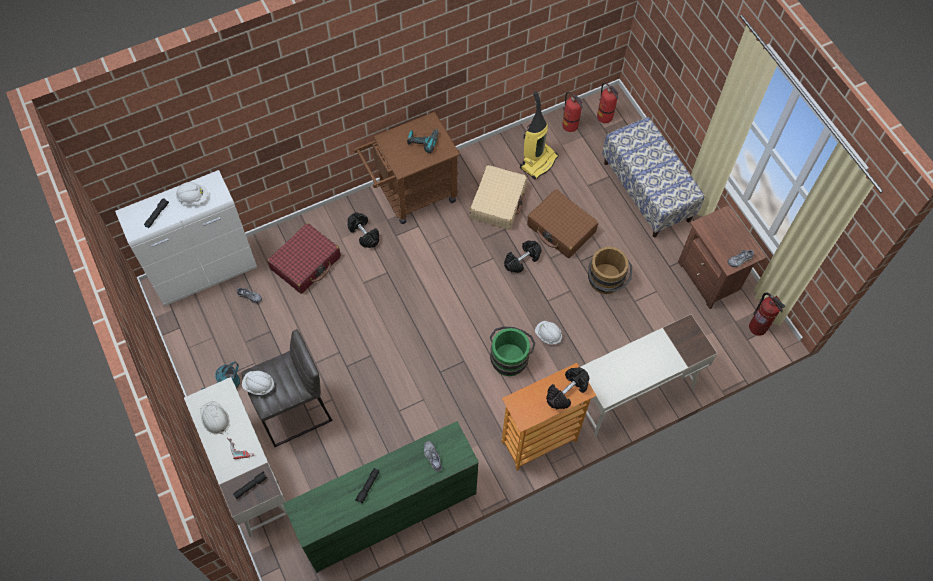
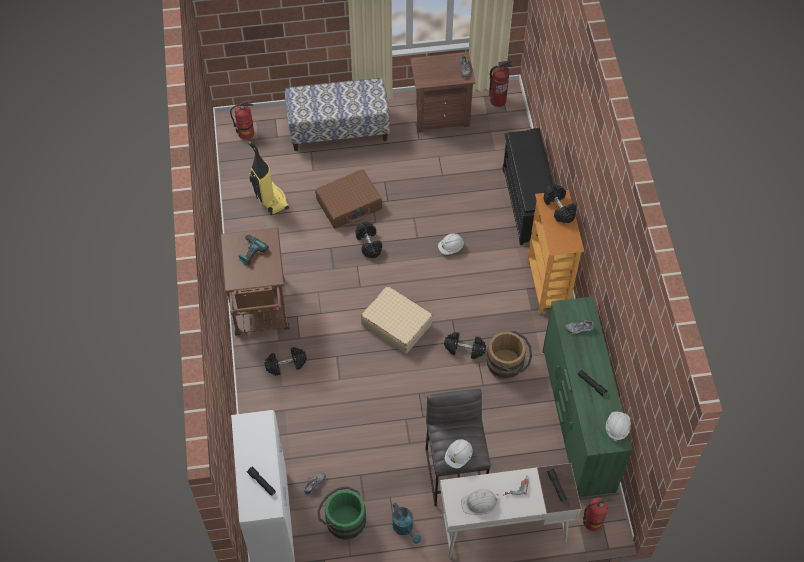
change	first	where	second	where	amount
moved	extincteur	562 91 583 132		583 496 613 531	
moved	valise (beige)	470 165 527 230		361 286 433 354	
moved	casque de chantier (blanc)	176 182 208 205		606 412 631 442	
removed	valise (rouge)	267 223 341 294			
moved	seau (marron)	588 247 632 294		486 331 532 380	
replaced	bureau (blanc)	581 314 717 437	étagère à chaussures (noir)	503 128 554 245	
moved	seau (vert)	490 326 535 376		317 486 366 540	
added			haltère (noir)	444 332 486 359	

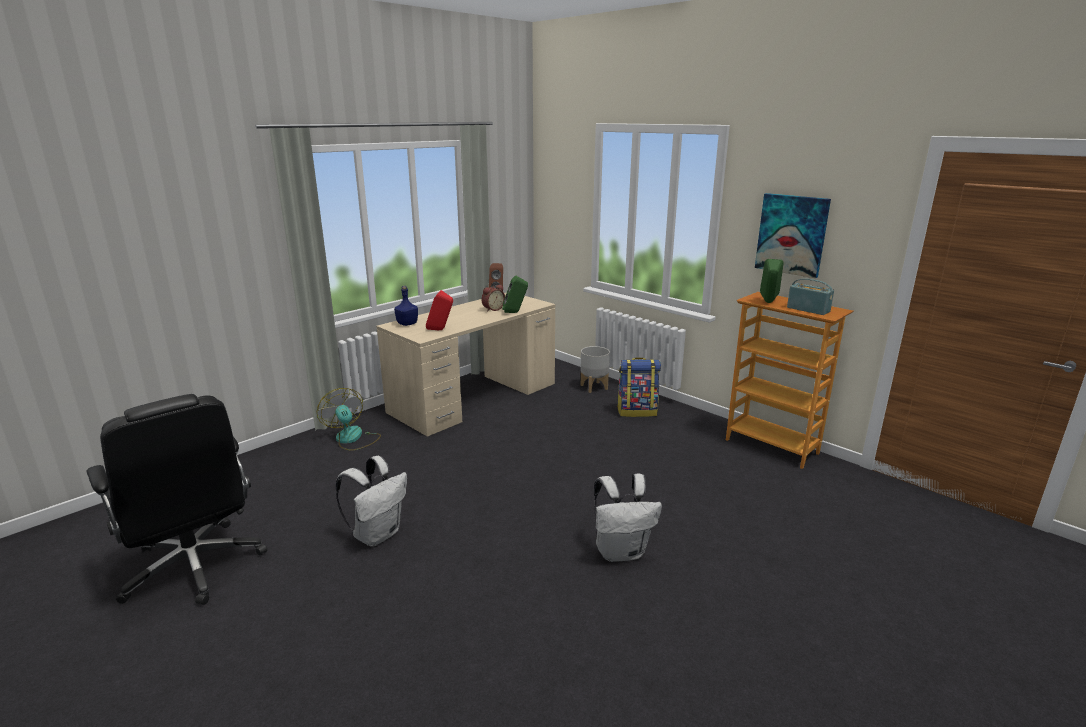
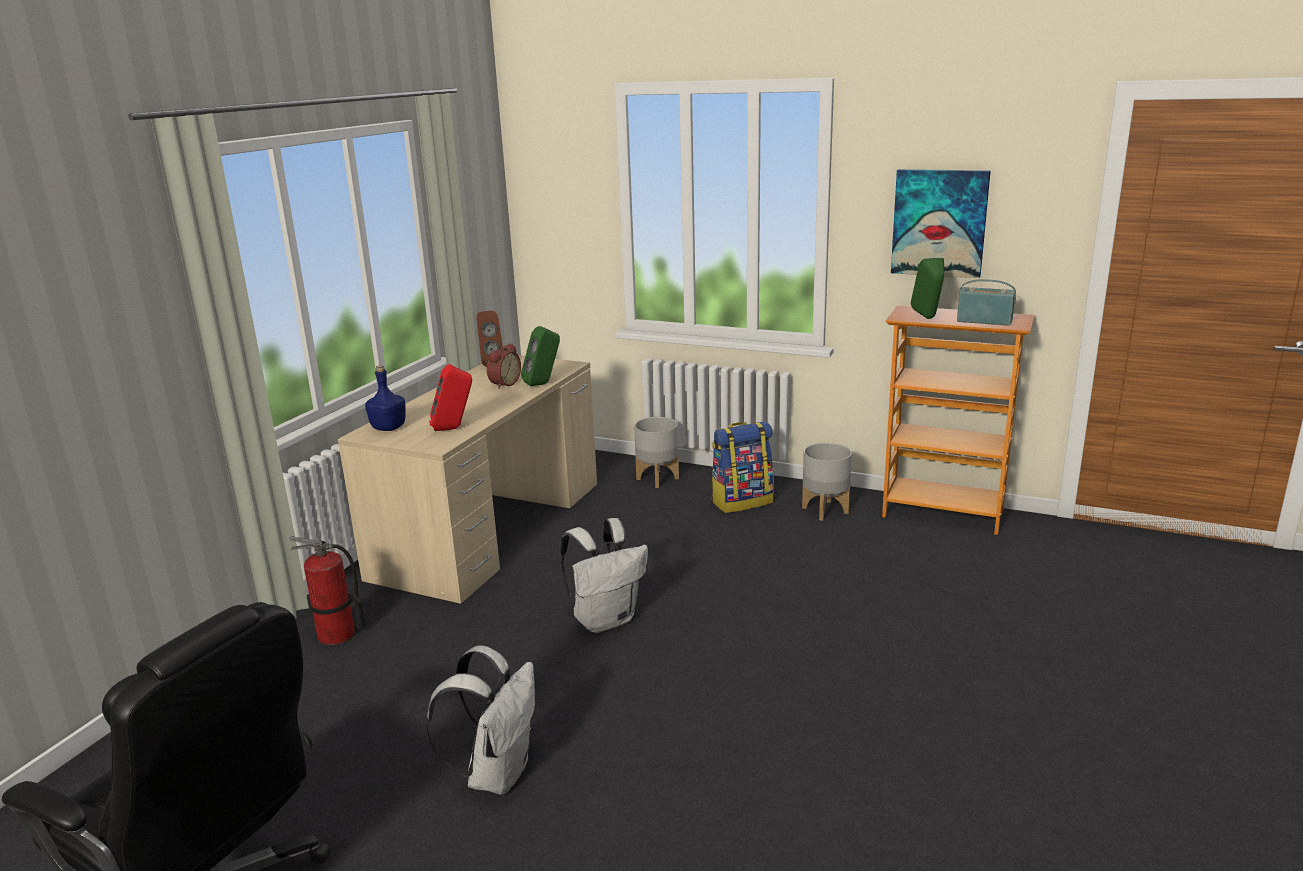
change	first	where	second	where	amount
replaced	ventilateur	317 388 381 451	extincteur	290 536 366 645	
moved	sac à dos (blanc)	594 473 662 562		560 518 648 633	
added			cache-pot (gris)	802 443 852 521	

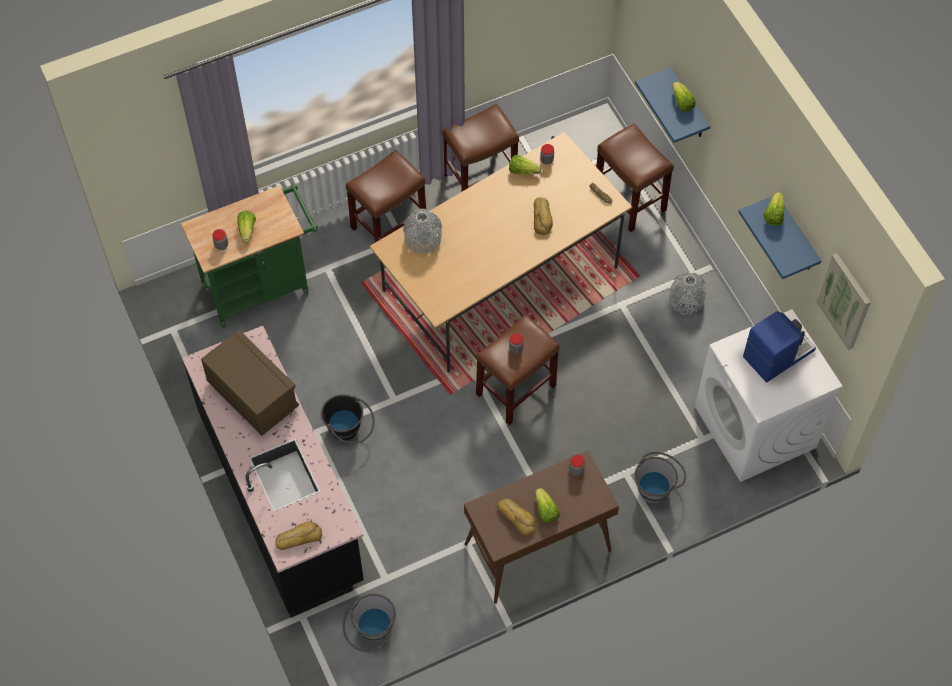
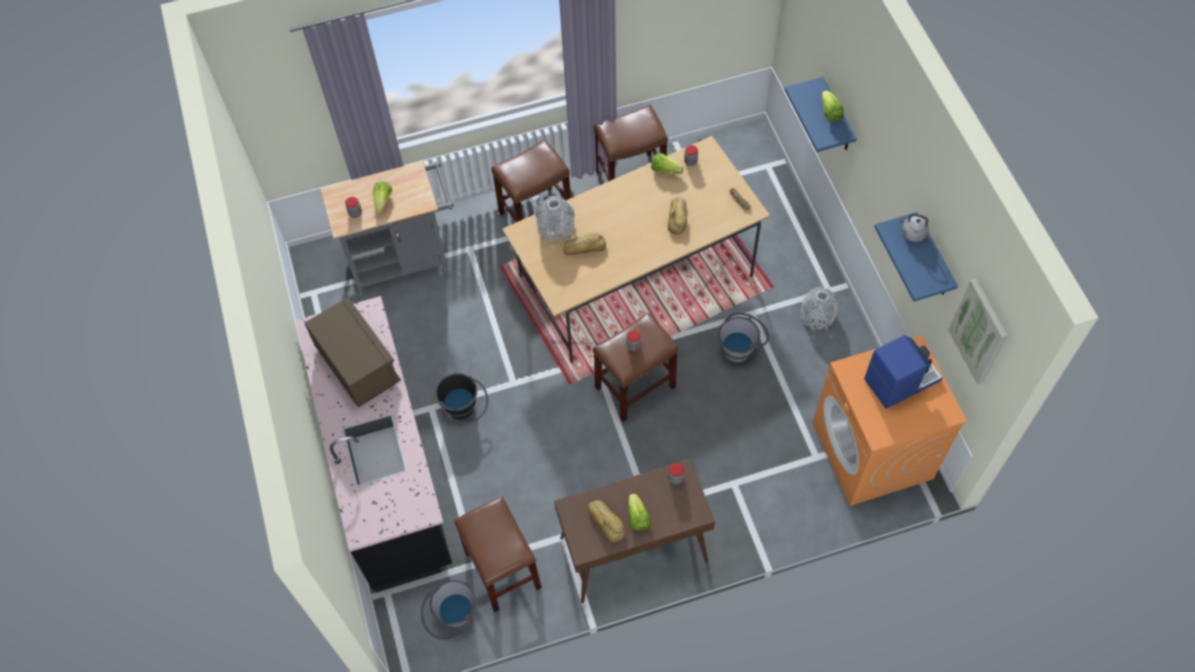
change	first	where	second	where	amount
moved	tabouret (marron)	596 123 674 232		454 497 542 612	
recoloured	chariot (vert)	181 184 318 328	chariot (gris)	320 161 454 296	
replaced	laitue	764 192 784 226	bouilloire (gris)	898 213 929 242	
recoloured	lave-linge (blanc)	695 309 843 482	lave-linge (orange)	813 335 967 506	
moved	seau (gris)	635 452 686 503		718 313 769 362	
moved	pain	275 522 322 550		563 233 606 255	

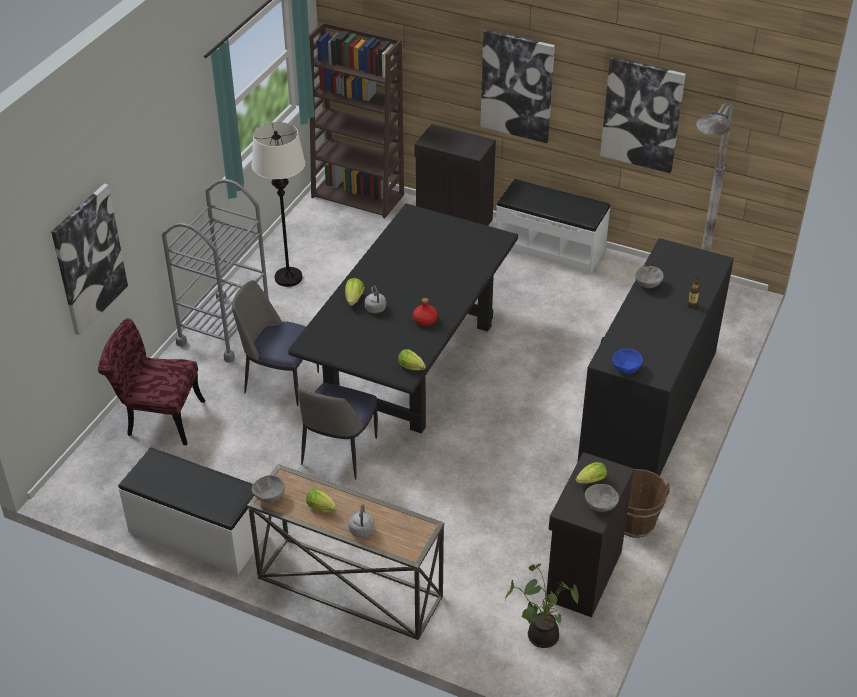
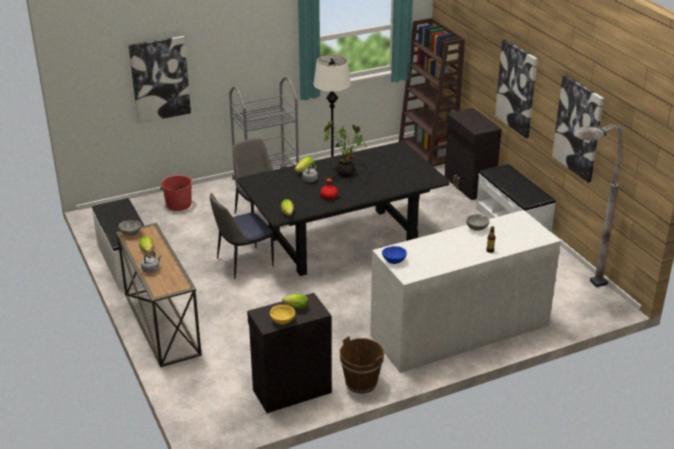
change	first	where	second	where	amount
recoloured	commode (noir)	578 238 734 476	commode (blanc)	370 210 561 373	
replaced	chaise (rouge)	98 318 205 445	seau (rouge)	160 175 192 211	
recoloured	bol (gris)	585 484 619 512	bol (jaune)	270 305 295 324	
moved	plante en pot	505 563 579 648		324 121 367 178	

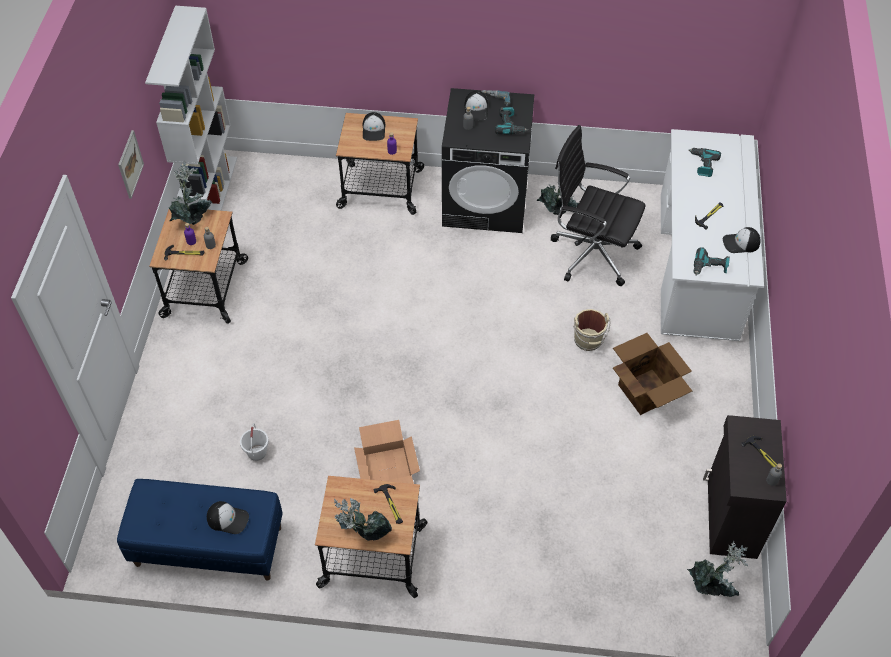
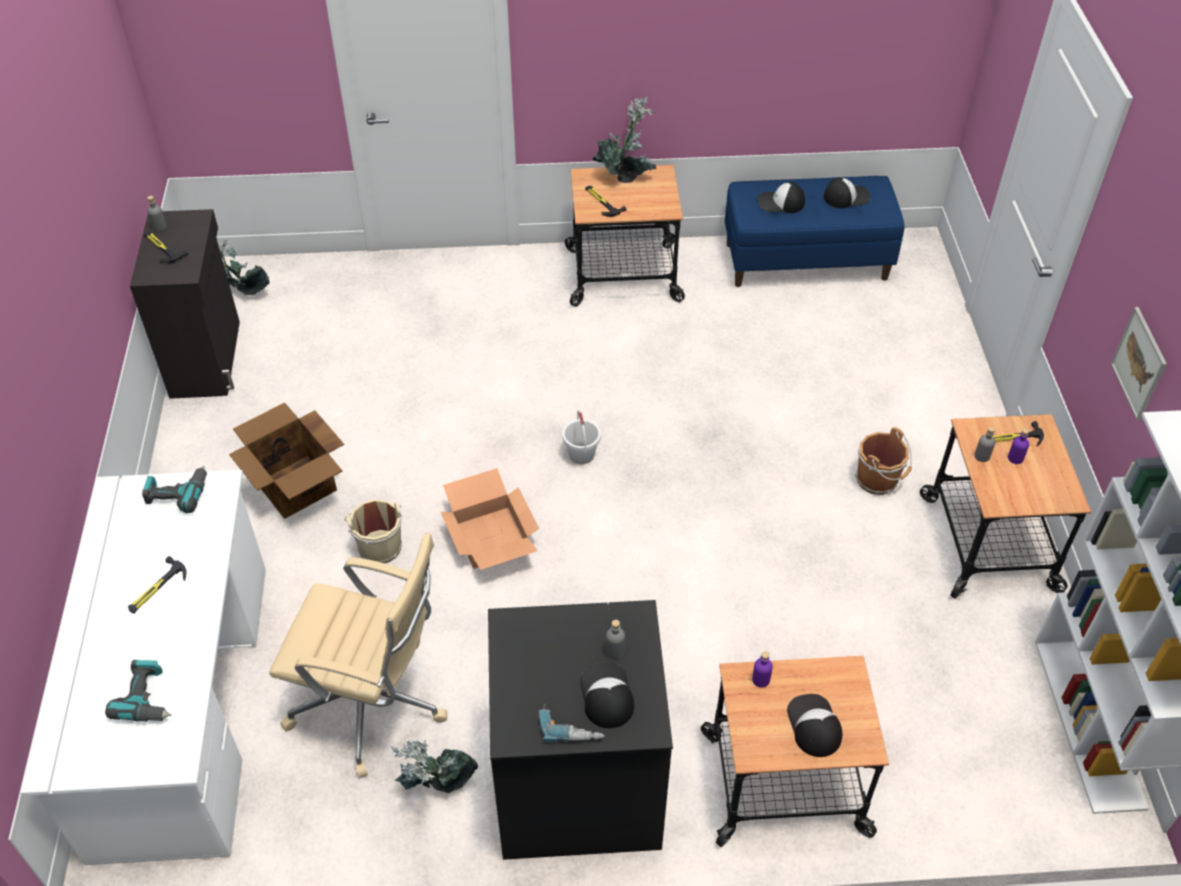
change	first	where	second	where	amount
removed	perceuse	495 107 528 134			
recoloured	chaise de bureau (noir)	551 125 645 286	chaise de bureau (beige)	269 532 447 778	
removed	plante en pot	169 161 212 225			
moved	casquette	723 227 761 253		824 178 871 208	
moved	carton	354 420 420 484		441 468 539 570	
moved	seau (blanc)	240 423 269 461		562 410 601 464	
added			seau (marron)	855 427 912 495	

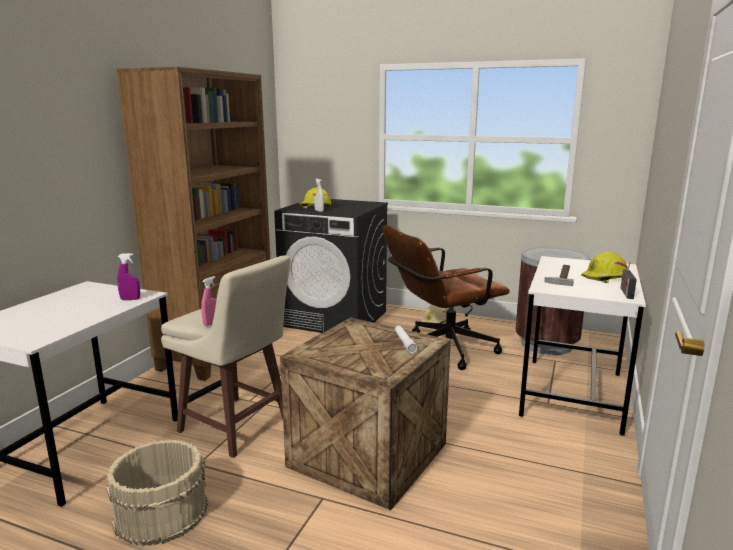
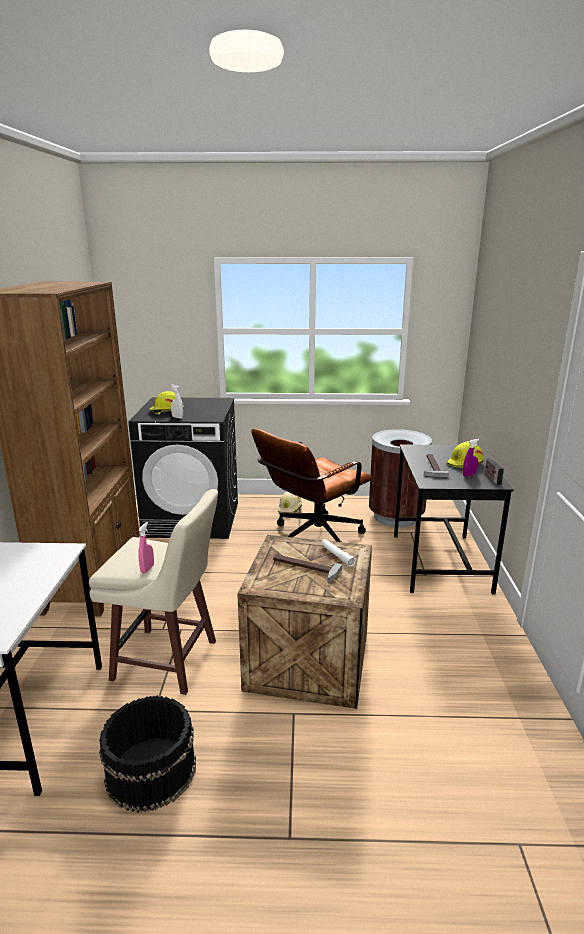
change	first	where	second	where	amount
moved	vaporisateur (violet)	117 253 140 300		463 439 479 477	
recoloured	bureau (blanc)	519 256 646 436	bureau (noir)	394 444 514 594	
recoloured	seau (beige)	106 440 208 546	seau (noir)	99 695 196 813	
added			marteau	273 554 342 583	

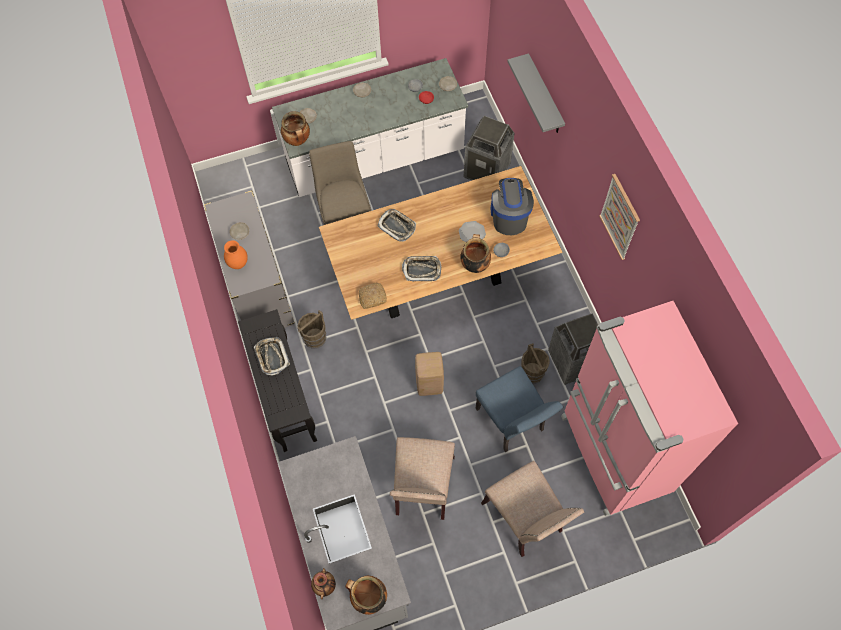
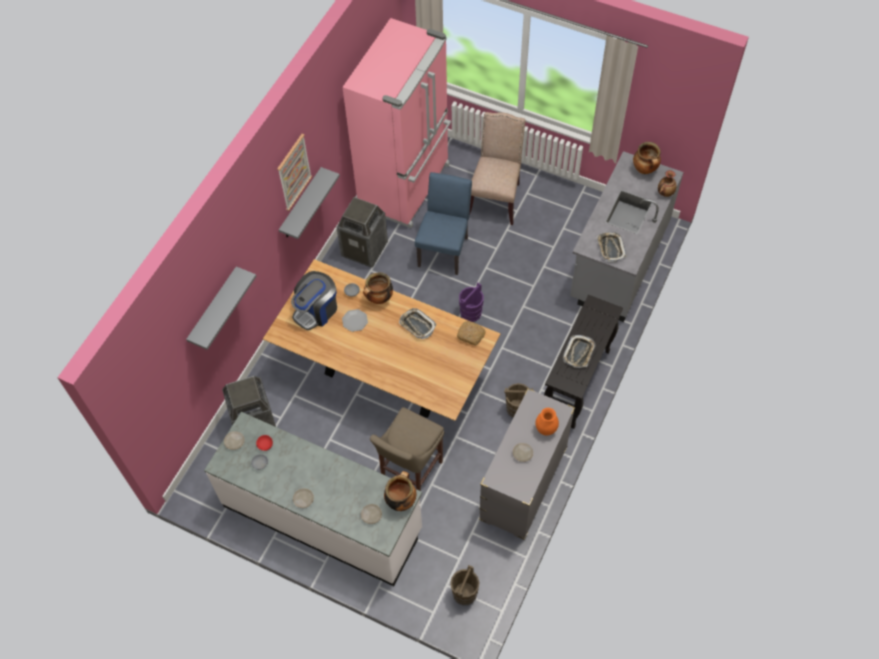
change	first	where	second	where	amount
moved	plateau	378 209 416 242		597 232 626 262	
moved	seau (marron)	521 343 550 384		450 565 480 606	
replaced	tabouret (beige)	415 352 444 396	seau (violet)	459 282 484 322	
removed	chaise (beige)	390 437 455 520			
added			étagère (gris)	279 167 340 239	

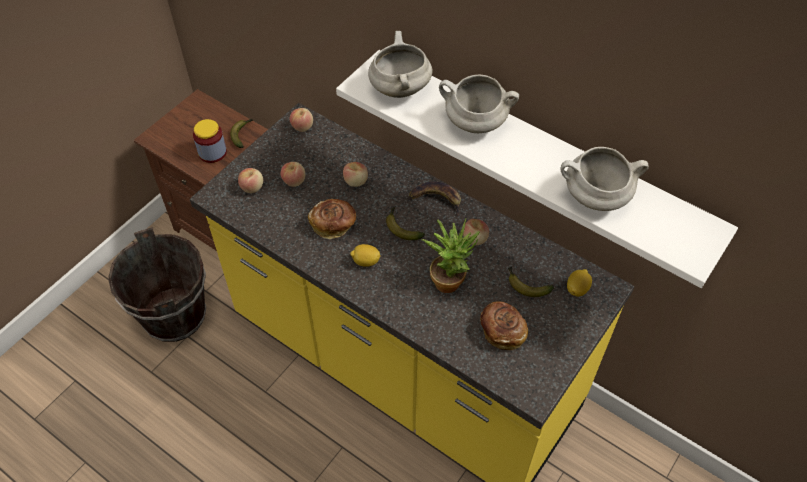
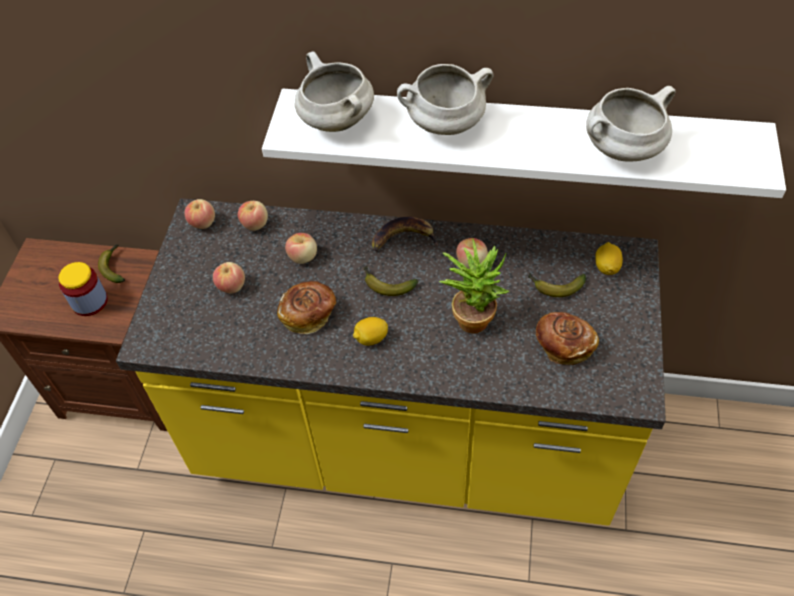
change	first	where	second	where	amount
moved	pomme	238 168 263 193		238 201 268 231	
removed	seau (marron)	108 227 206 342			

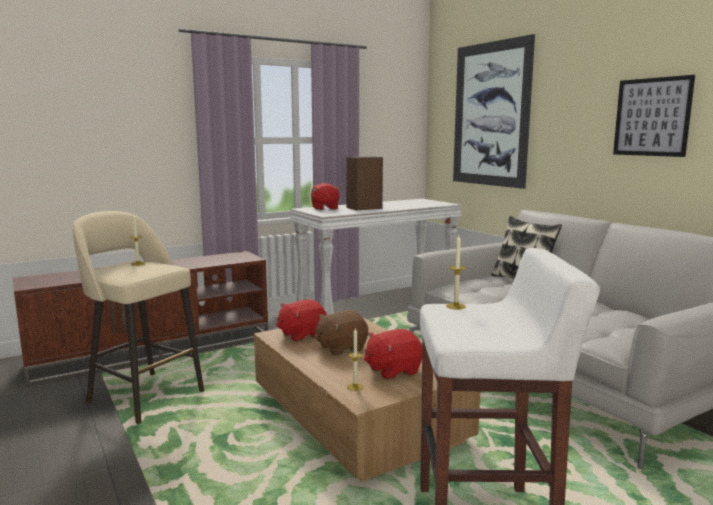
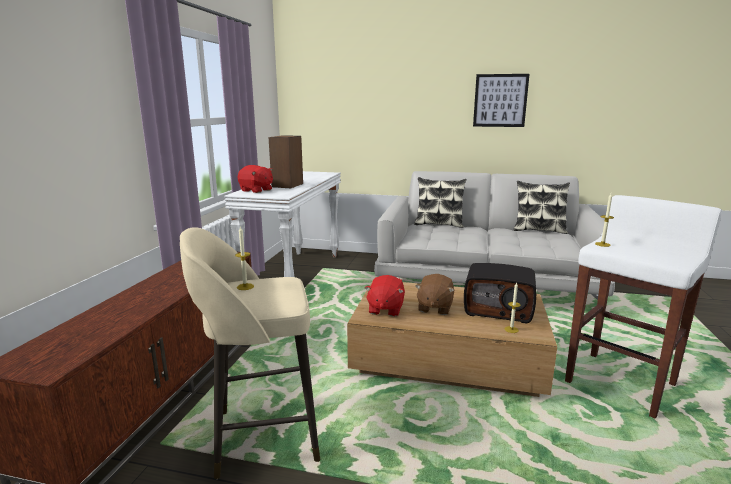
change	first	where	second	where	amount
removed	tableau	453 34 535 189			
replaced	peluche (rouge)	364 329 422 380	radio	464 263 536 324	
added			coussin	513 181 570 234	

